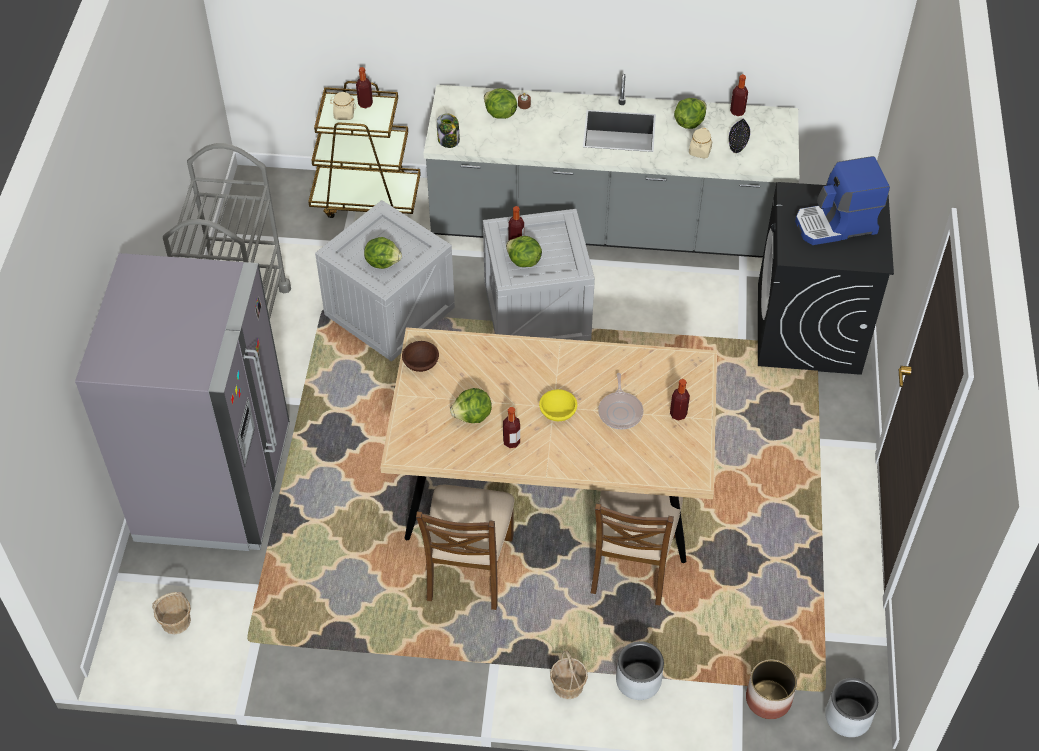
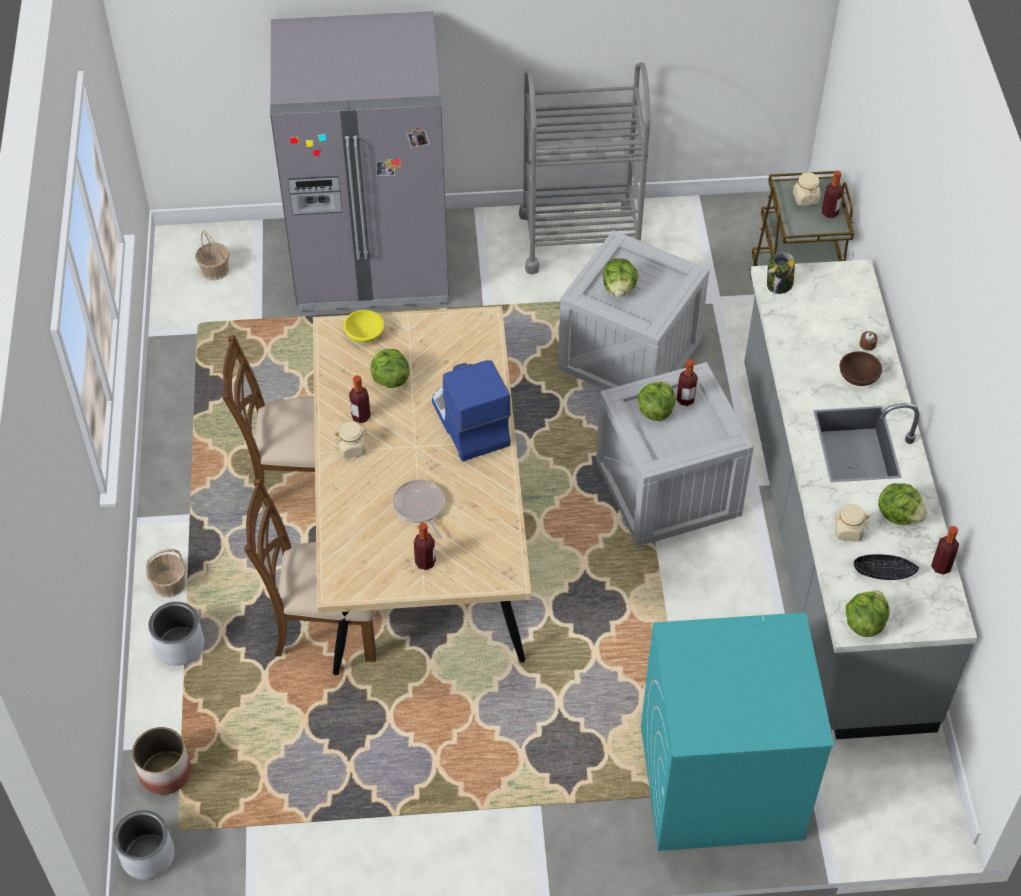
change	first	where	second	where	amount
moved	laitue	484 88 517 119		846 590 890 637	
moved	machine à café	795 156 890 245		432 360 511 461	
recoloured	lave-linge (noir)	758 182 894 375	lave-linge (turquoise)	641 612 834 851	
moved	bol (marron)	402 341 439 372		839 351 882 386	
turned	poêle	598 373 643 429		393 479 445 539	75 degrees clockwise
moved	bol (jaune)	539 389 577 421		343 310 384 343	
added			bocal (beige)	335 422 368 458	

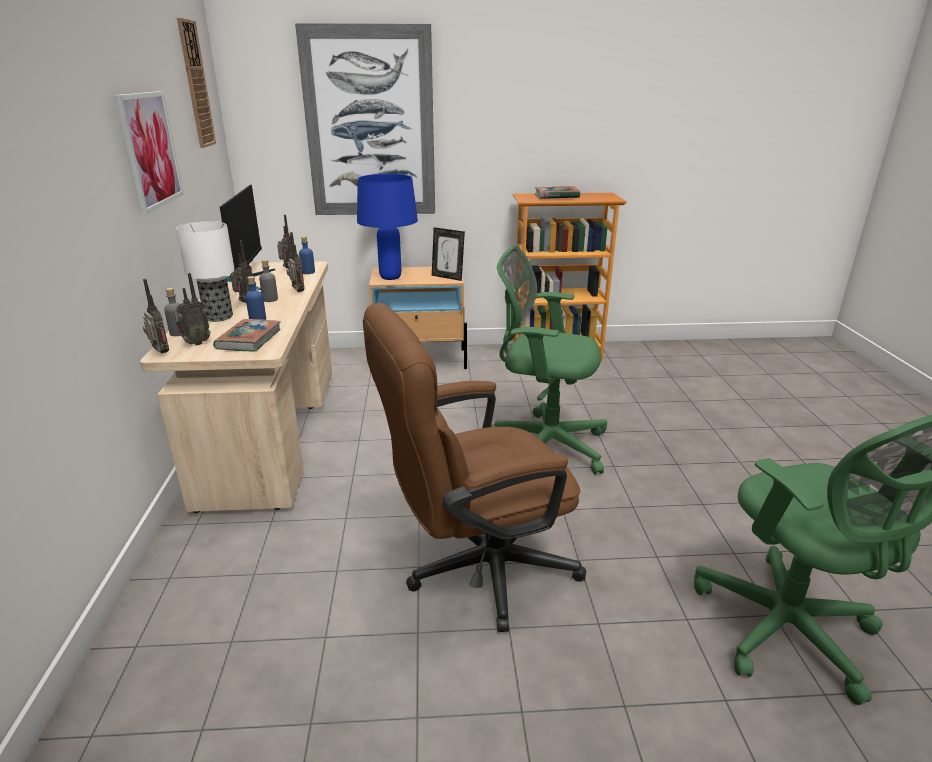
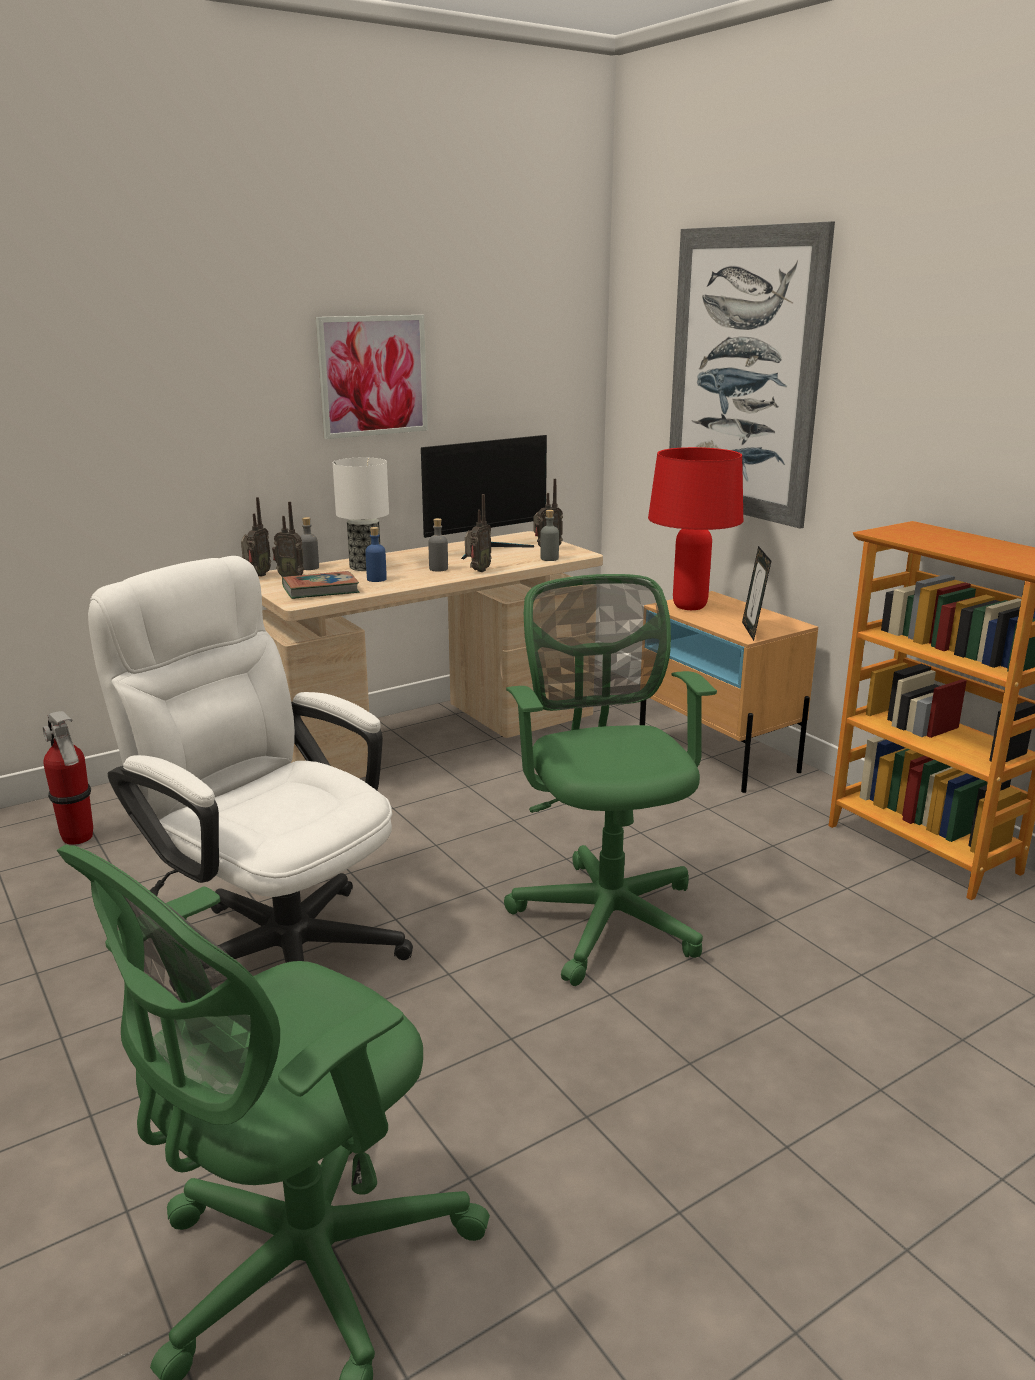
change	first	where	second	where	amount
removed	horloge murale	177 18 216 148			
recoloured	lampe de table (bleu)	357 174 418 280	lampe de table (rouge)	648 447 743 610	
removed	livre	535 186 580 199			
recoloured	bouteille (bleu)	299 236 315 274	bouteille (gris)	540 510 559 561	
removed	radio	231 240 253 303			
recoloured	chaise de bureau (marron)	363 303 586 632	chaise de bureau (blanc)	88 556 413 991	
added			extincteur	43 711 93 845	

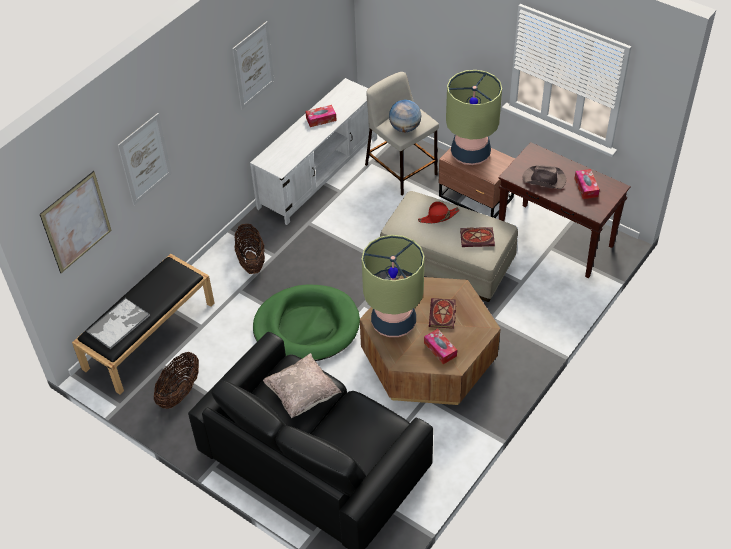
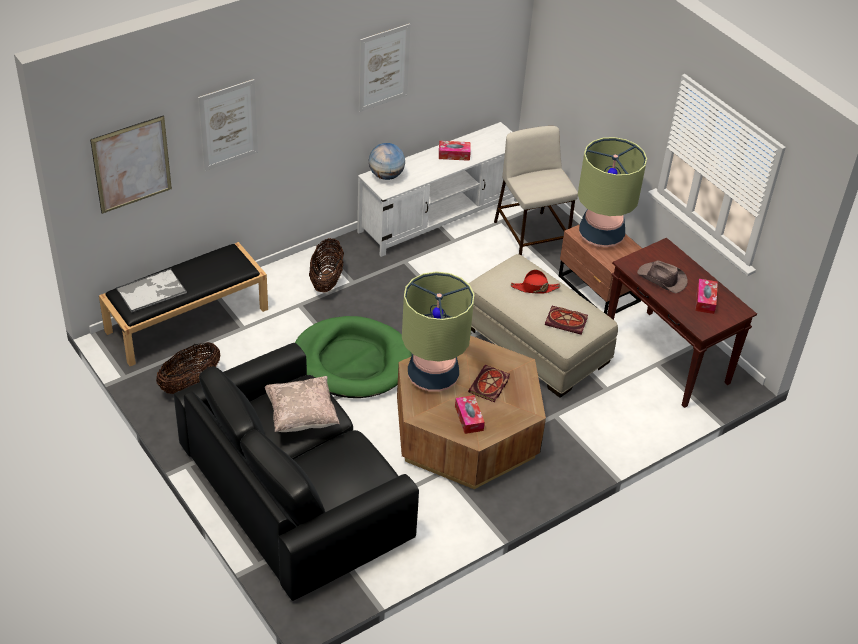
change	first	where	second	where	amount
moved	globe	389 100 421 132		369 143 405 180	

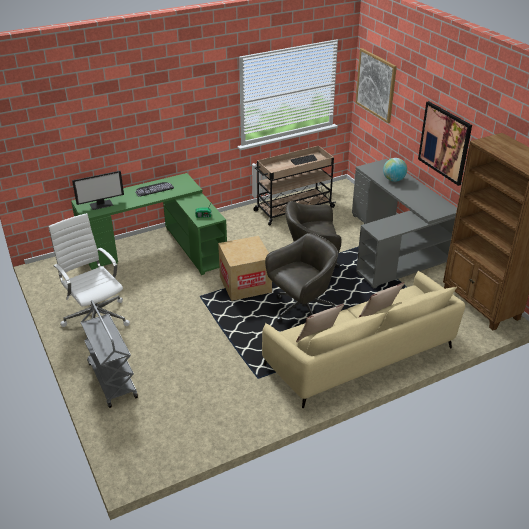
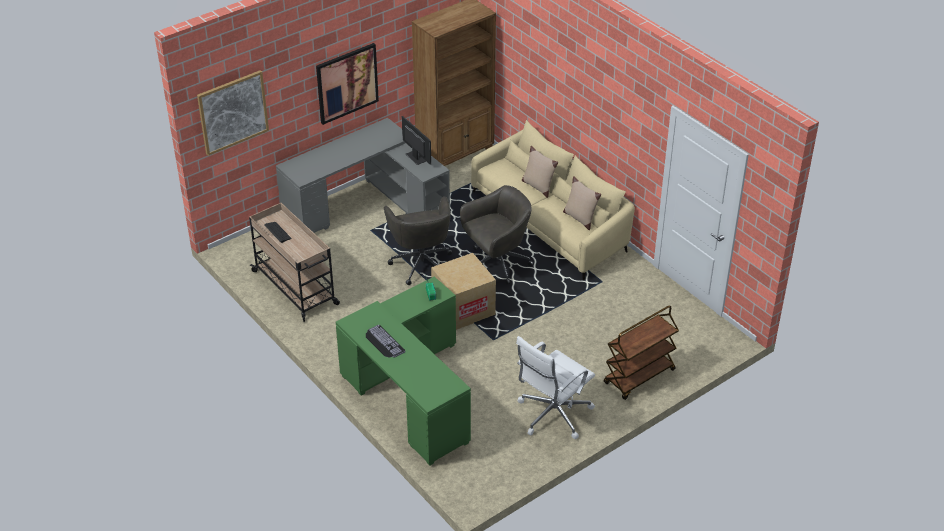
change	first	where	second	where	amount
removed	globe	383 158 407 182			
moved	écran d'ordinateur	72 171 124 210		402 116 431 165	
turned	chaise de bureau (gris)	265 233 338 322		460 185 534 285	105 degrees clockwise
recoloured	chariot (gris)	81 300 138 408	chariot (marron)	604 305 679 400	

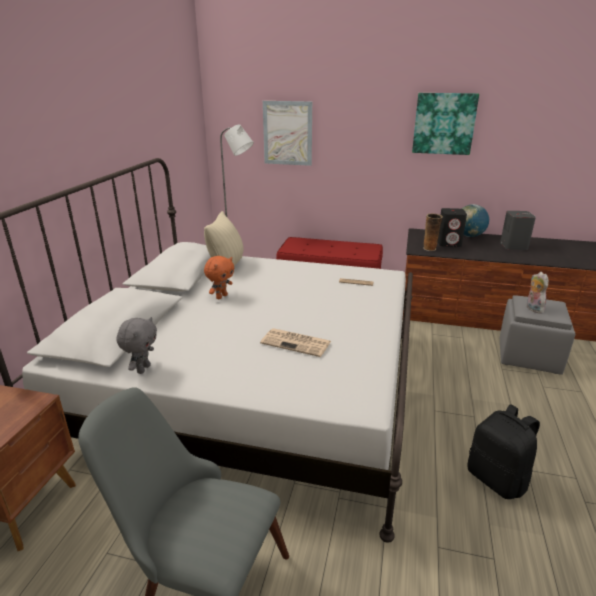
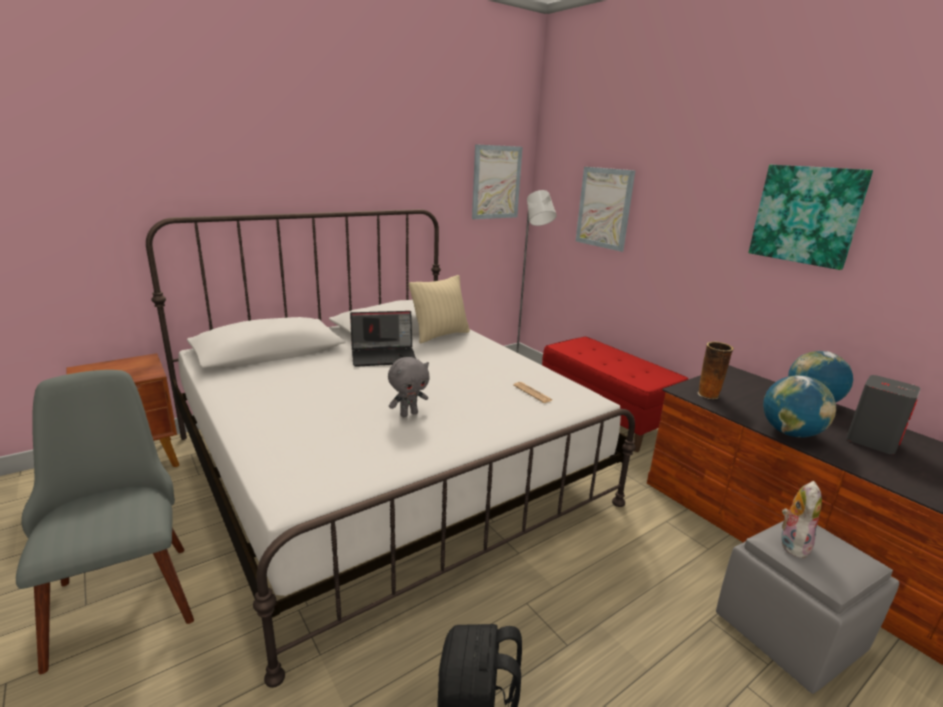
change	first	where	second	where	amount
removed	enceinte (noir)	438 208 467 247			
replaced	peluche (orange)	204 256 234 299	ordinateur portable	350 311 416 367	
moved	peluche (gris)	116 317 157 374		388 357 430 417	
removed	journal	260 328 331 357			
added			tableau	472 144 523 219	
added			globe	763 375 836 438	

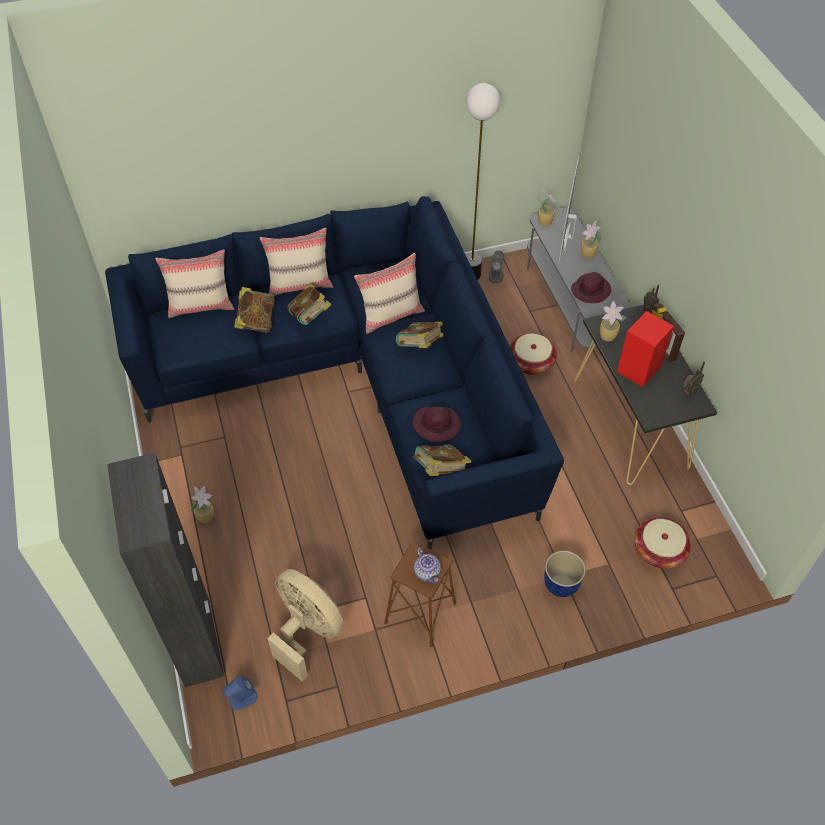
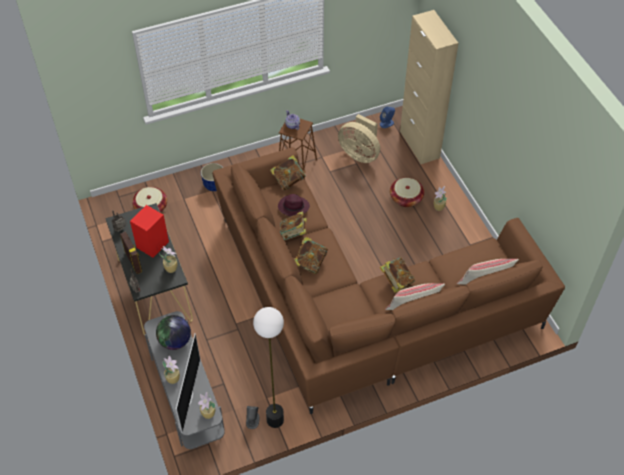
change	first	where	second	where	amount
recoloured	canapé (bleu)	105 196 564 550	canapé (marron)	212 147 565 414	
removed	coussin (beige)	354 253 425 334			
replaced	chapeau (violet)	571 272 611 303	globe	156 315 191 350	
moved	livre	234 287 275 333		280 211 307 240	
moved	panier	510 333 557 375		390 177 424 207	
recoloured	meuble de rangement (noir)	107 453 224 687	meuble de rangement (beige)	400 10 459 164	

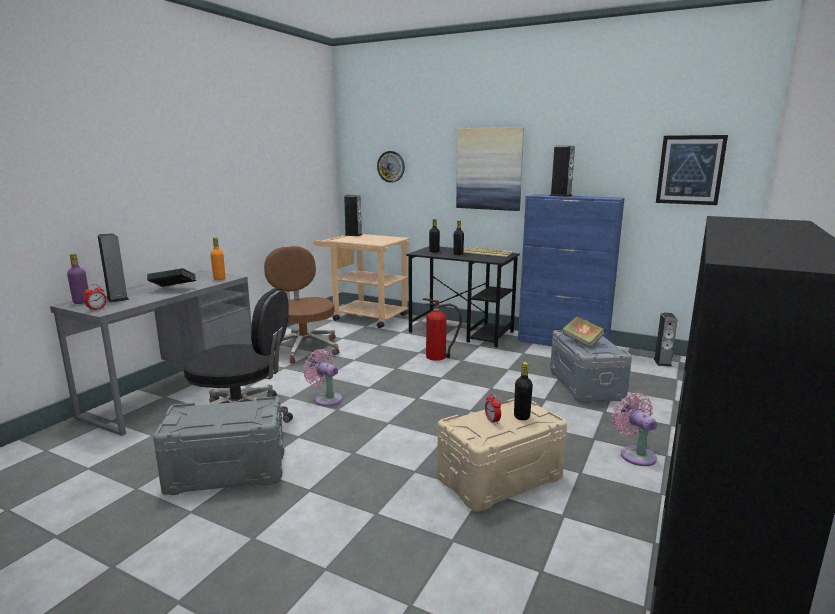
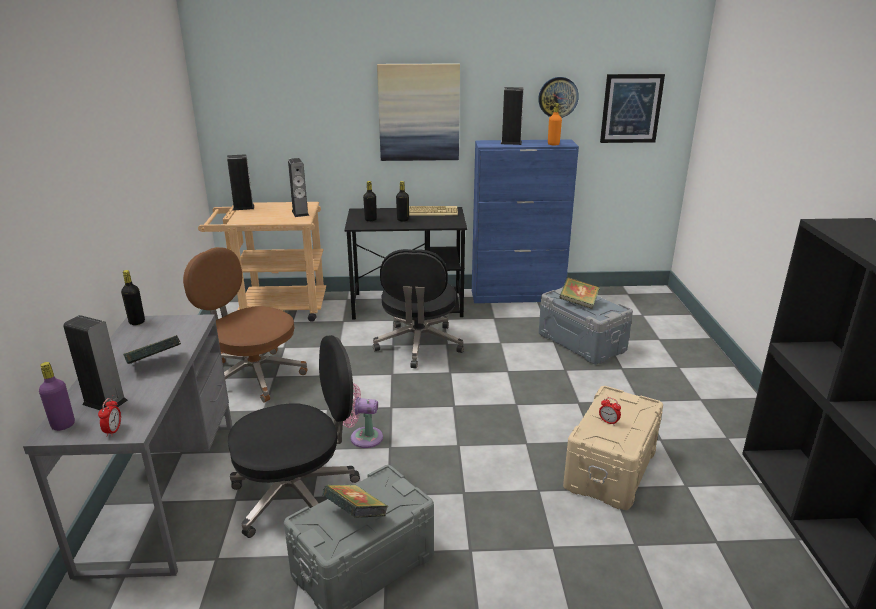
change	first	where	second	where	amount
moved	horloge murale	377 151 405 183		538 77 579 118	
moved	bouteille (orange)	210 238 225 280		548 103 562 145	
replaced	extincteur	423 298 462 361	chaise de bureau (noir)	373 249 464 369	
moved	enceinte	653 313 677 367		288 158 309 217	
moved	bouteille (noir)	514 362 533 420		121 270 145 325	
removed	ventilateur (rose)	612 393 657 466			
added			livre	322 485 388 518	

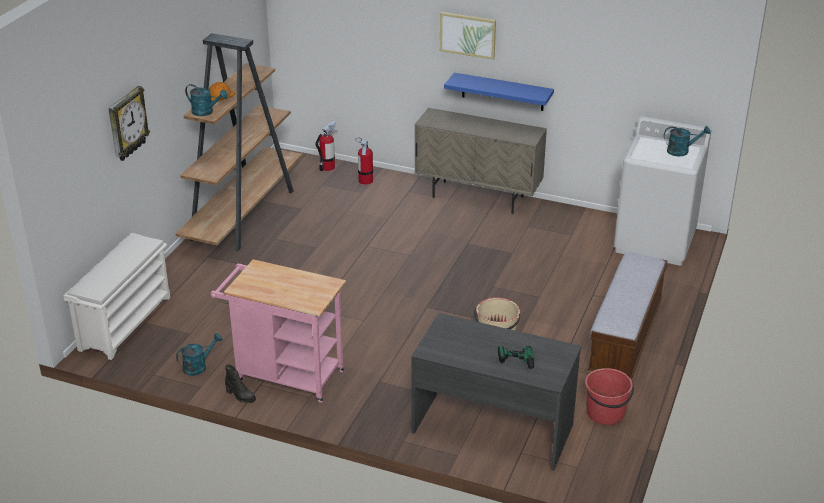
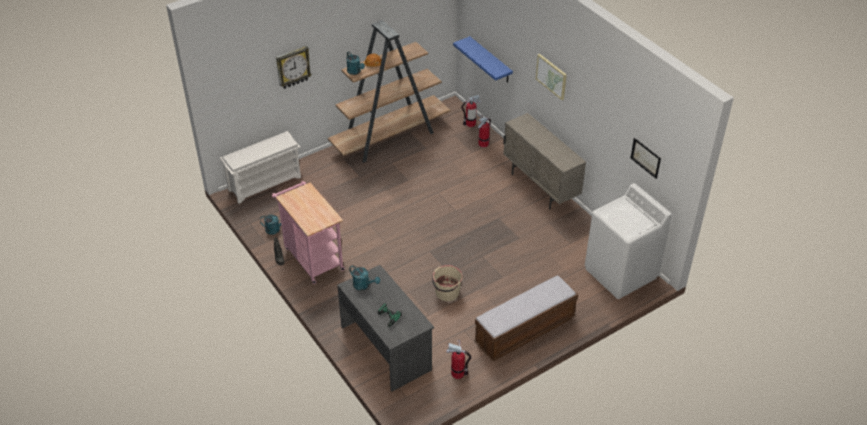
change	first	where	second	where	amount
moved	étagère (bleu)	444 73 554 111		453 36 513 83	
moved	arrosoir (turquoise)	664 126 711 156		349 265 380 290	
replaced	seau (rouge)	585 368 634 425	extincteur	446 340 471 379	
added			tableau	630 138 661 179	

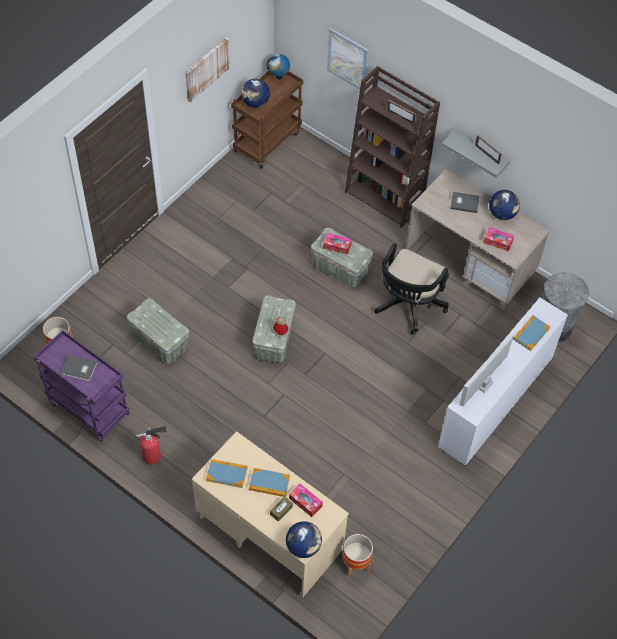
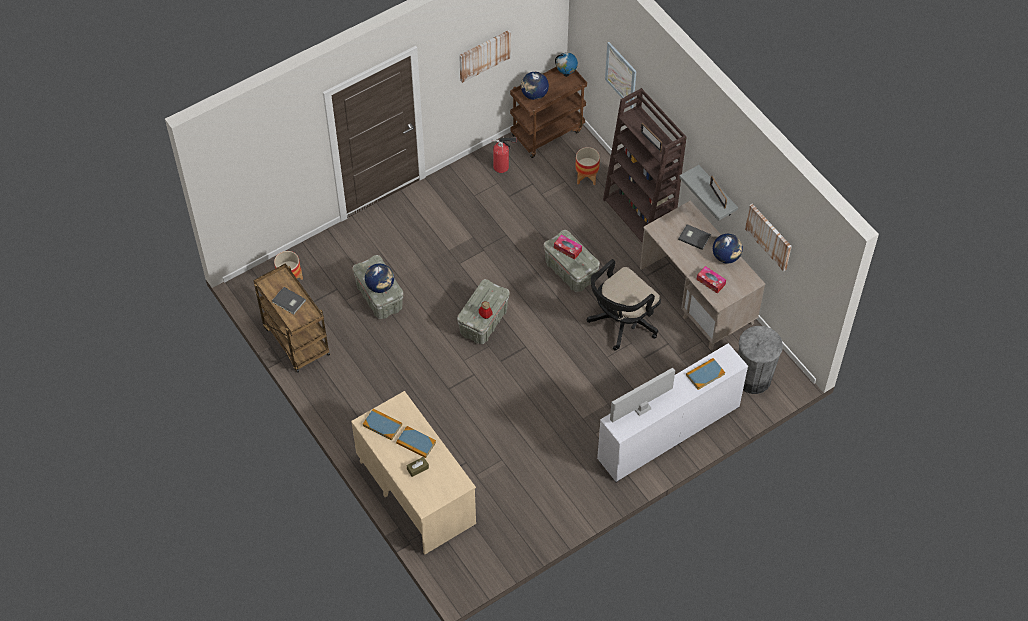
change	first	where	second	where	amount
recoloured	chariot (violet)	34 330 130 442	chariot (marron)	253 263 330 373	
moved	extincteur	136 425 167 465		491 136 517 173	
removed	boîte à mouchoirs	289 484 323 517			
moved	globe	286 521 322 558		365 264 394 293	
moved	cache-pot	342 534 373 576		575 147 600 186	
added			tableau	745 204 792 272	

